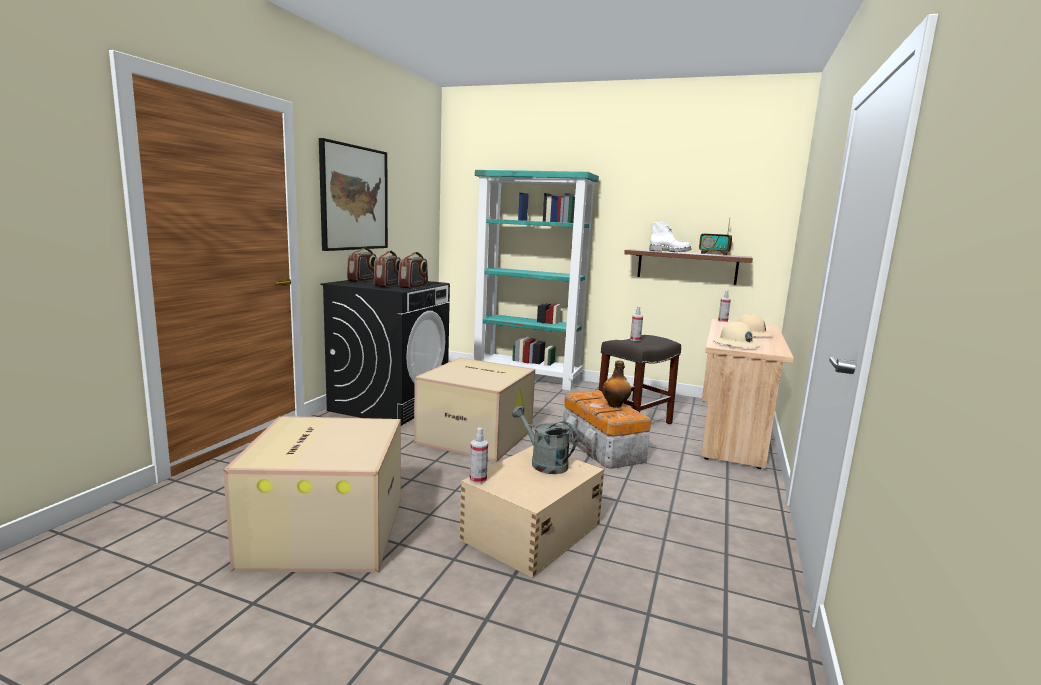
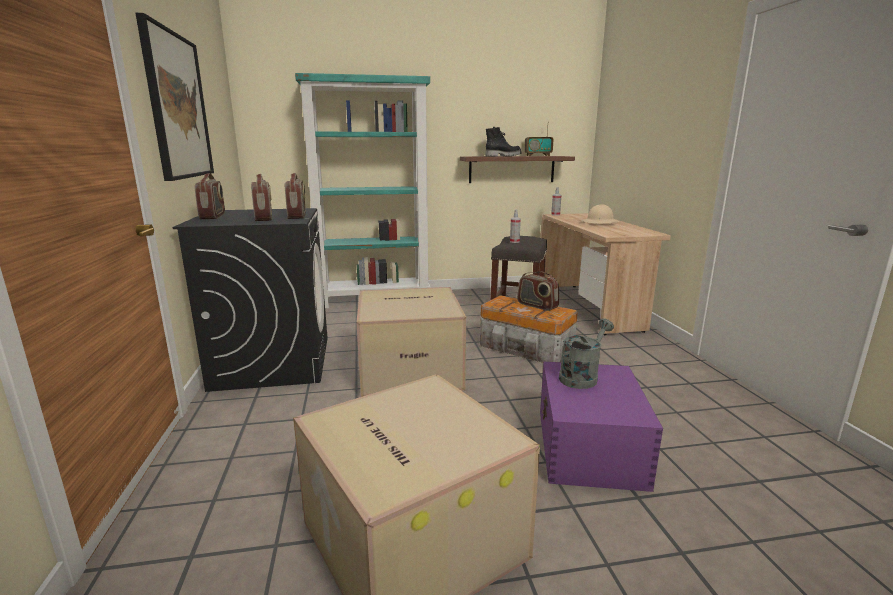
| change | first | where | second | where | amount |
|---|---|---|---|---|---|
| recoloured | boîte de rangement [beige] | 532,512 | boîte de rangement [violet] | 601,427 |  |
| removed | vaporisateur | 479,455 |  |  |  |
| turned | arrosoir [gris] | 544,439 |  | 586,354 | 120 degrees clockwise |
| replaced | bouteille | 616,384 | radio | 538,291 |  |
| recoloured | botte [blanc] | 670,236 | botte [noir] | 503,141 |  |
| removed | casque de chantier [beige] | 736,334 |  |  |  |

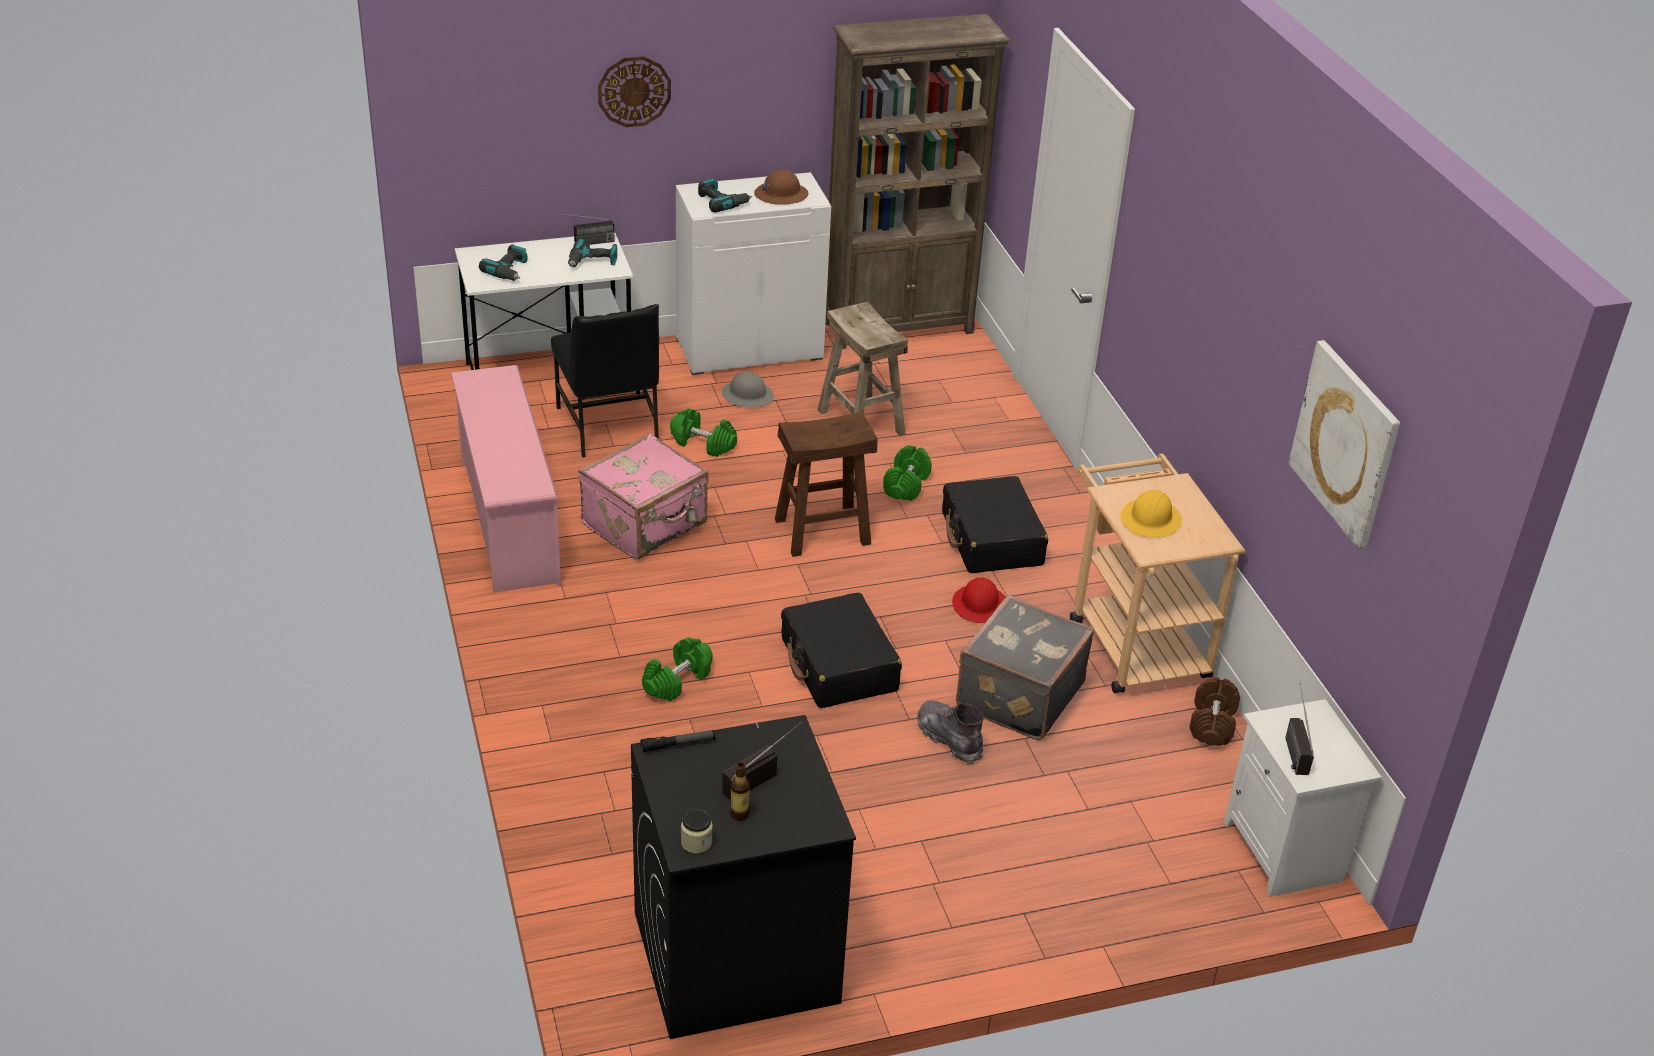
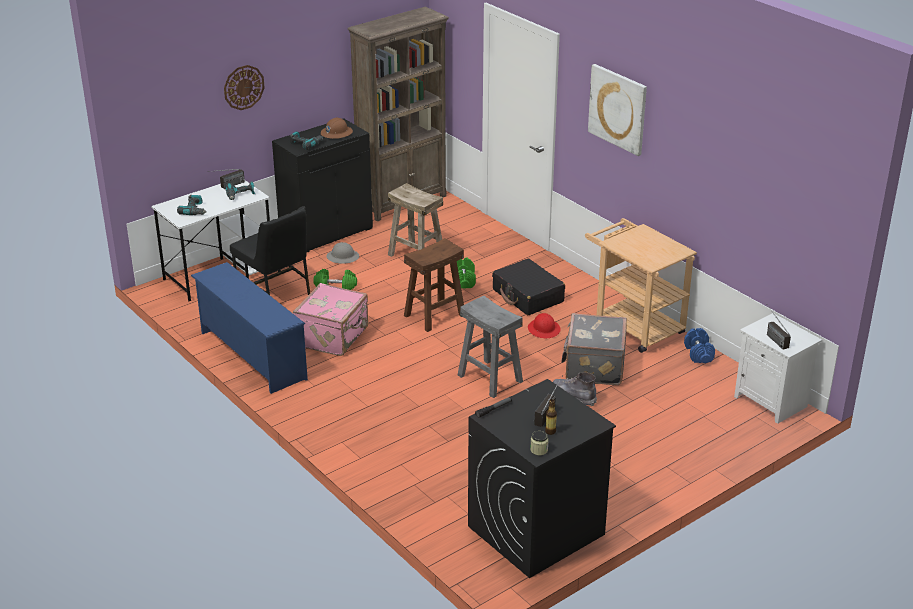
| change | first | where | second | where | amount |
|---|---|---|---|---|---|
| recoloured | étagère à chaussures [rose] | 506,479 | étagère à chaussures [bleu] | 249,328 |  |
| removed | haltère [vert] | 677,669 |  |  |  |
| recoloured | meuble de rangement [blanc] | 753,273 | meuble de rangement [noir] | 322,185 |  |
| replaced | valise [noir] | 841,650 | tabouret [gris] | 490,347 |  |
| removed | casque de chantier [jaune] | 1151,514 |  |  |  |
| recoloured | haltère [marron] | 1215,711 | haltère [bleu] | 699,345 |  |
| moved | tableau | 1344,445 |  | 617,110 |  |

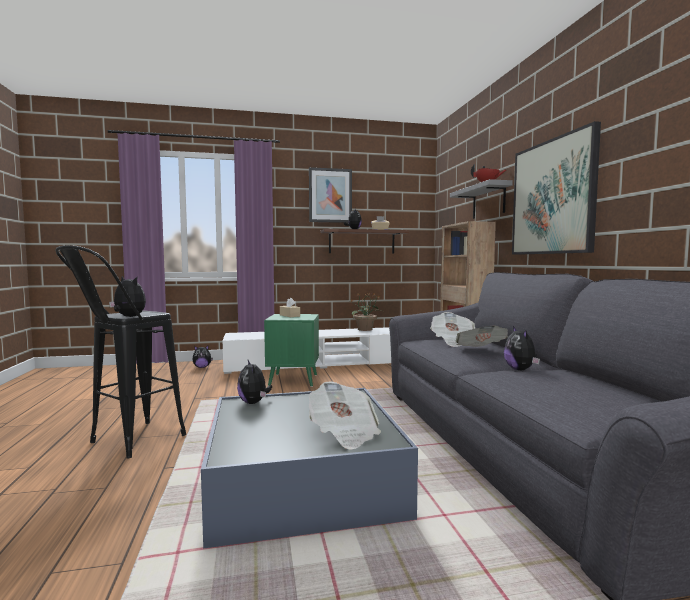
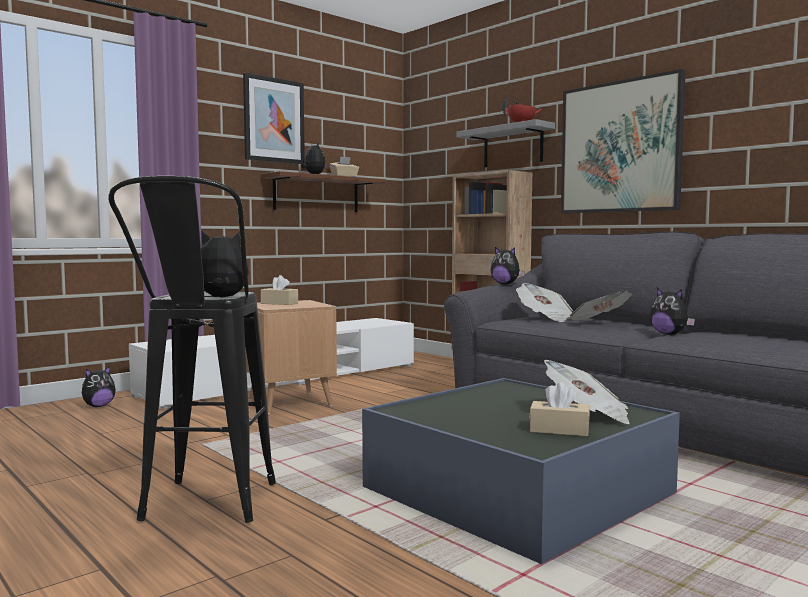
| change | first | where | second | where | amount |
|---|---|---|---|---|---|
| moved | peluche | 254,382 |  | 508,266 |  |
| recoloured | table d'appoint [vert] | 291,350 | table d'appoint [marron] | 291,357 |  |
| removed | plante en pot | 366,312 |  |  |  |
| added |  |  | boîte à mouchoirs [beige] | 559,409 |  |

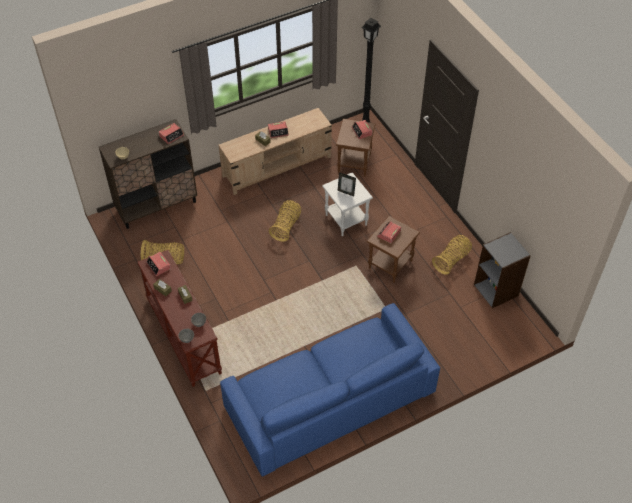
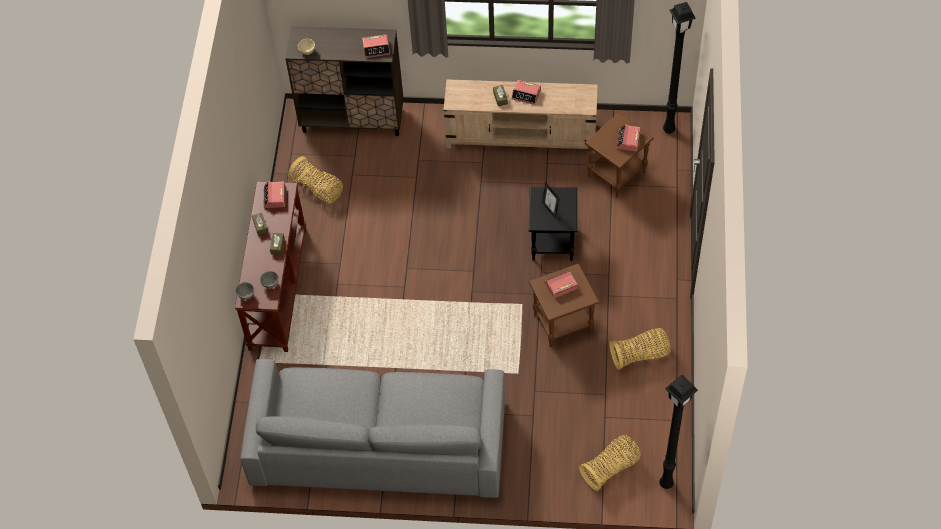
| change | first | where | second | where | amount |
|---|---|---|---|---|---|
| recoloured | canapé [bleu] | 330,390 | canapé [gris] | 372,428 |  |
| moved | panier | 285,221 |  | 610,463 |  |
| recoloured | table d'appoint [blanc] | 347,204 | table d'appoint [noir] | 553,224 |  |
| removed | bibliothèque [gris] | 502,270 |  |  |  |
| added |  |  | lampadaire [noir] | 678,432 |  |

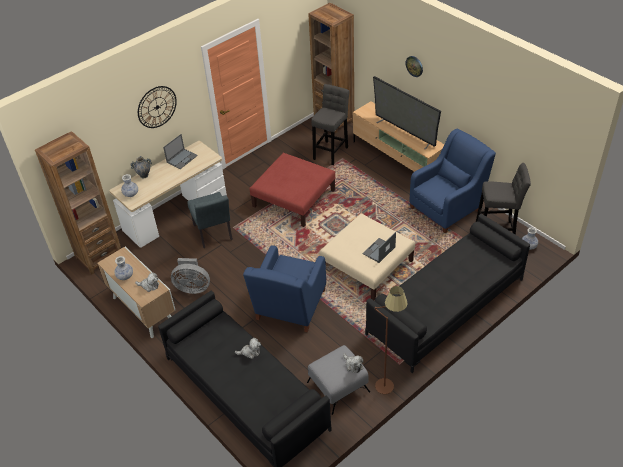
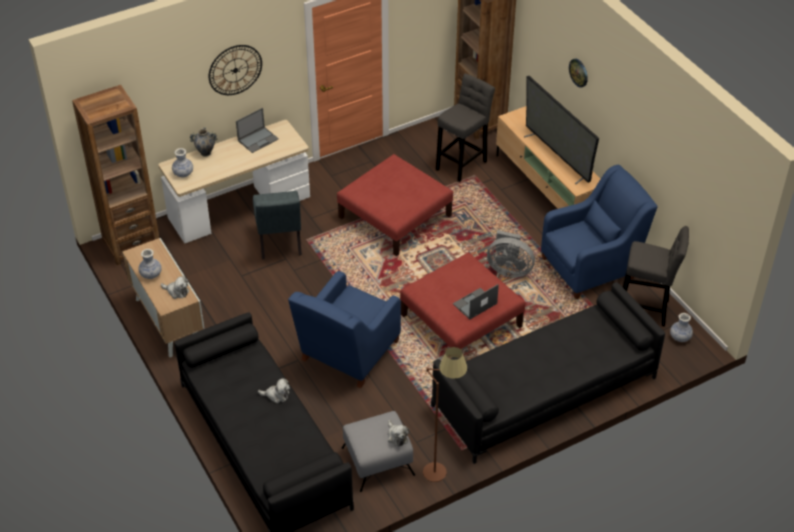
| change | first | where | second | where | amount |
|---|---|---|---|---|---|
| moved | ventilateur [gris] | 190,276 |  | 511,254 |  |
| recoloured | pouf [beige] | 367,256 | pouf [rouge] | 463,305 |  |

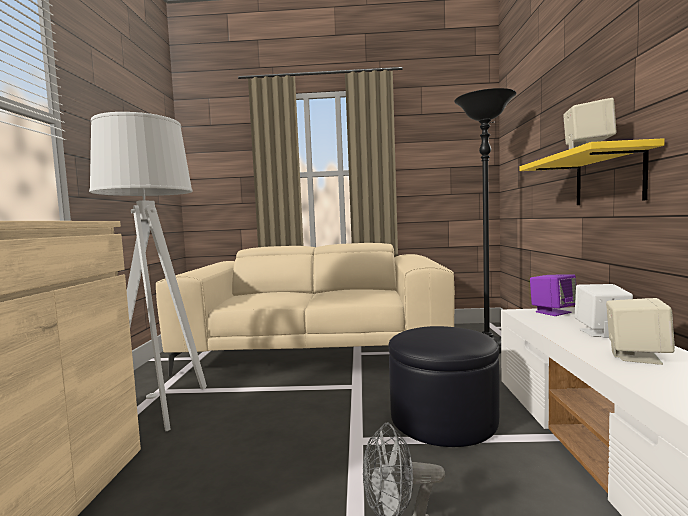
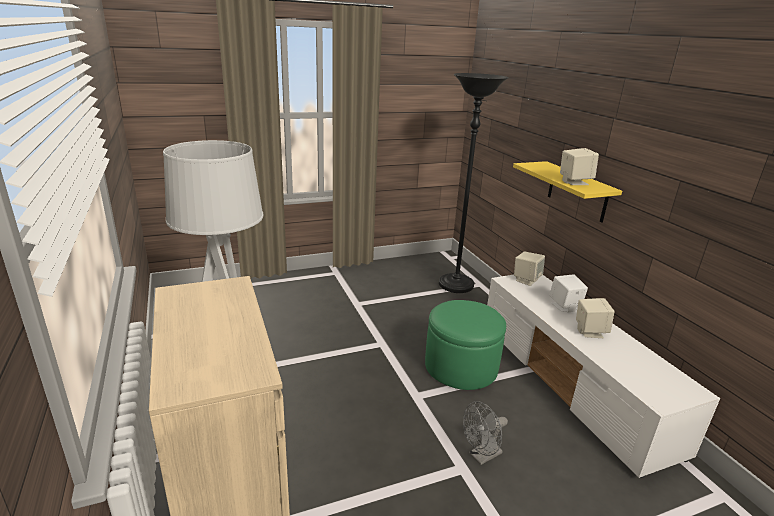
| change | first | where | second | where | amount |
|---|---|---|---|---|---|
| removed | canapé [beige] | 305,309 |  |  |  |
| recoloured | pouf [noir] | 444,386 | pouf [vert] | 465,345 |  |
| recoloured | enceinte [violet] | 553,295 | enceinte [beige] | 529,269 |  |

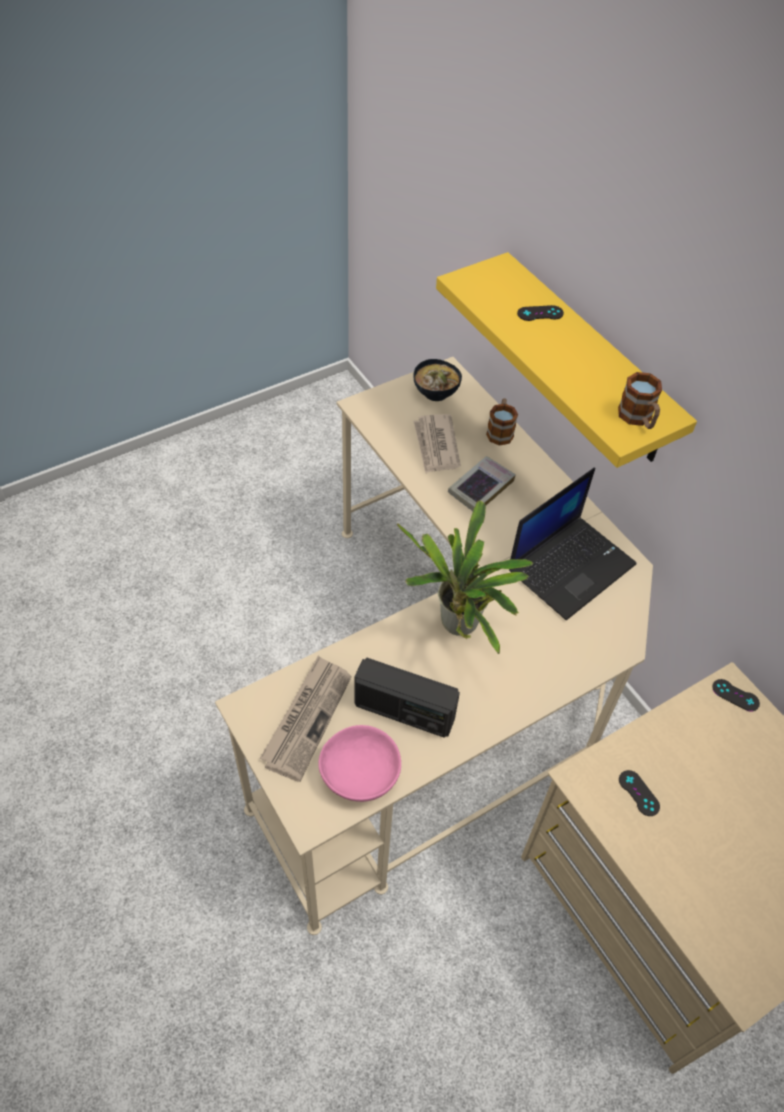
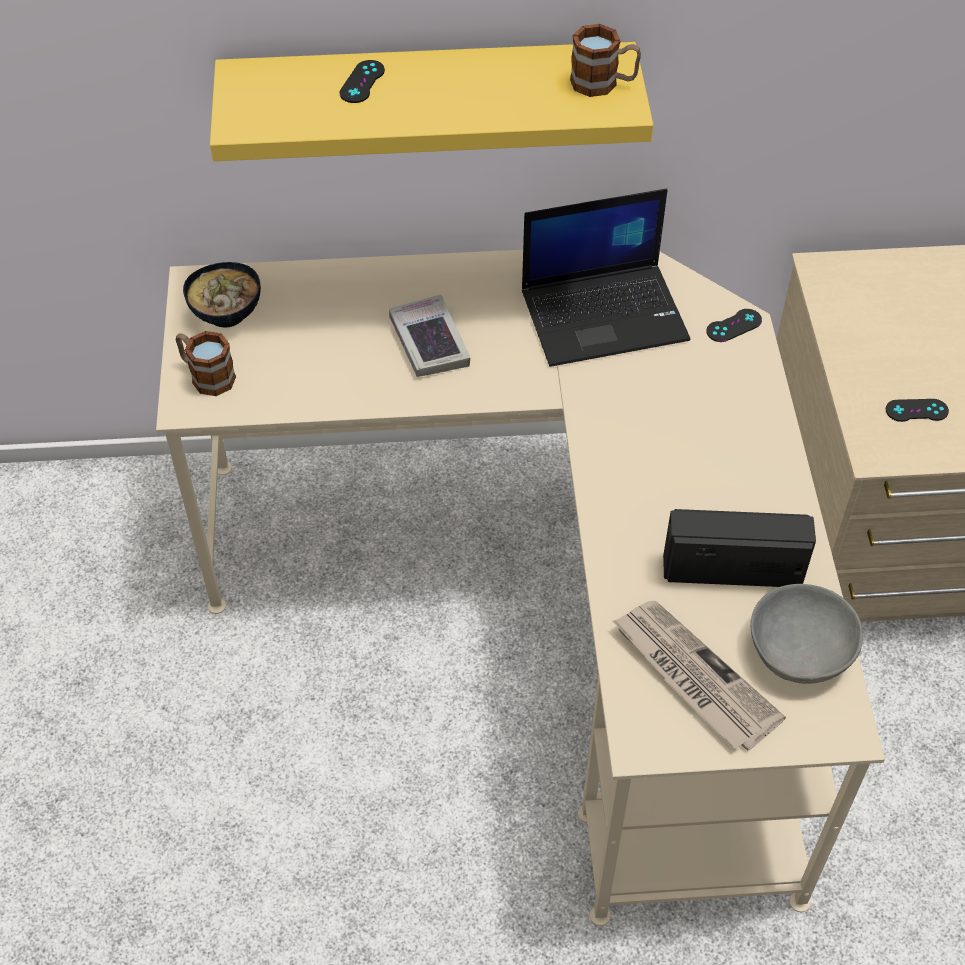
| change | first | where | second | where | amount |
|---|---|---|---|---|---|
| recoloured | bol [rose] | 359,763 | bol [gris] | 807,634 |  |
| turned | radio | 407,697 |  | 739,548 | 135 degrees counterclockwise |
| removed | plante en pot | 465,577 |  |  |  |
| removed | journal | 437,444 |  |  |  |
| moved | mug | 502,422 |  | 206,363 |  |
| turned | ordinateur portable | 573,544 |  | 606,278 | 90 degrees clockwise |
| moved | manette [noir] | 736,695 |  | 734,325 |  |

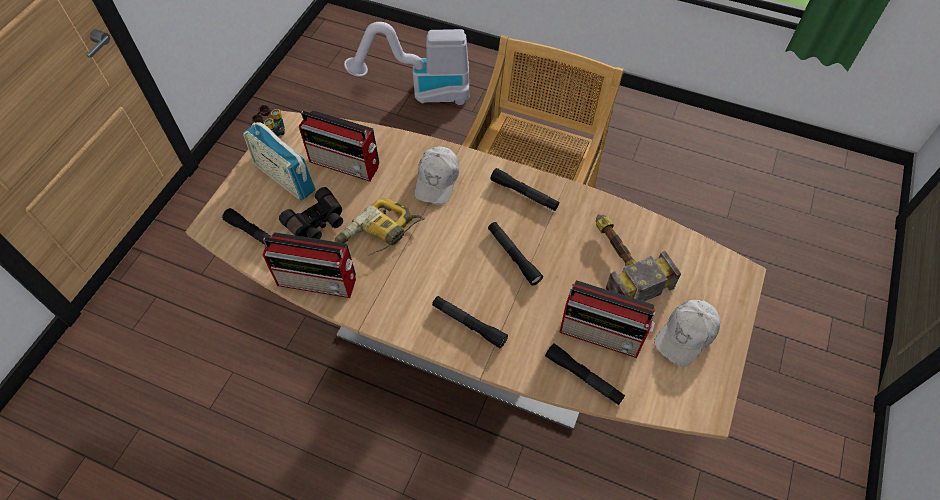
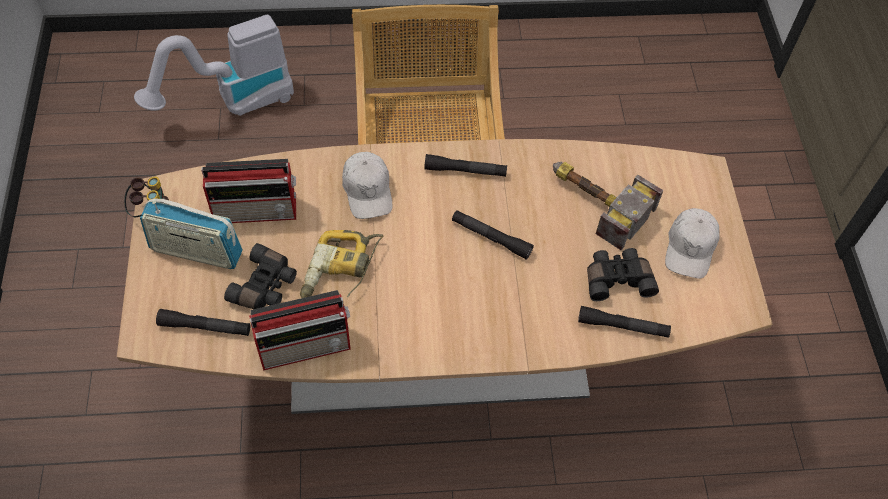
| change | first | where | second | where | amount |
|---|---|---|---|---|---|
| removed | lampe de poche [noir] | 470,322 |  |  |  |
| replaced | radio | 607,319 | jumelles [noir] | 623,274 |  |

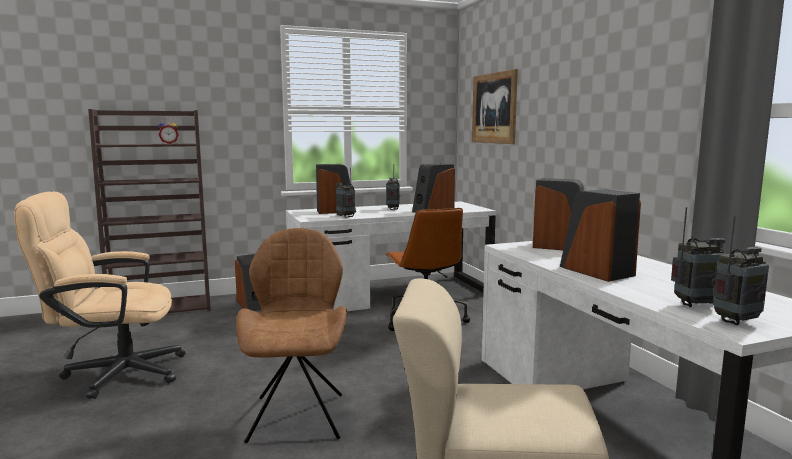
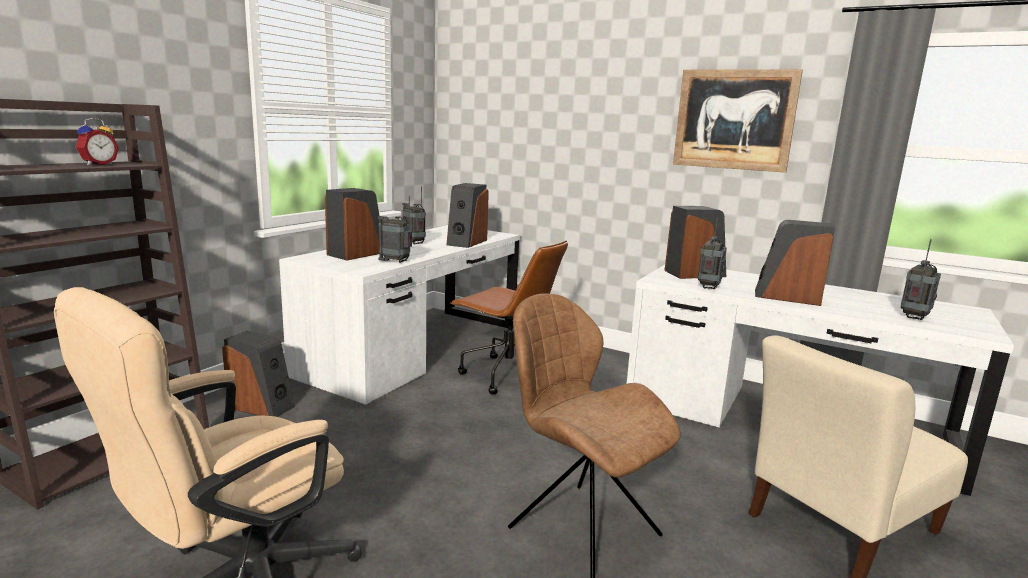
| change | first | where | second | where | amount |
|---|---|---|---|---|---|
| moved | tableau | 495,106 |  | 738,121 |  |
| moved | radio | 741,270 |  | 712,253 |  |

